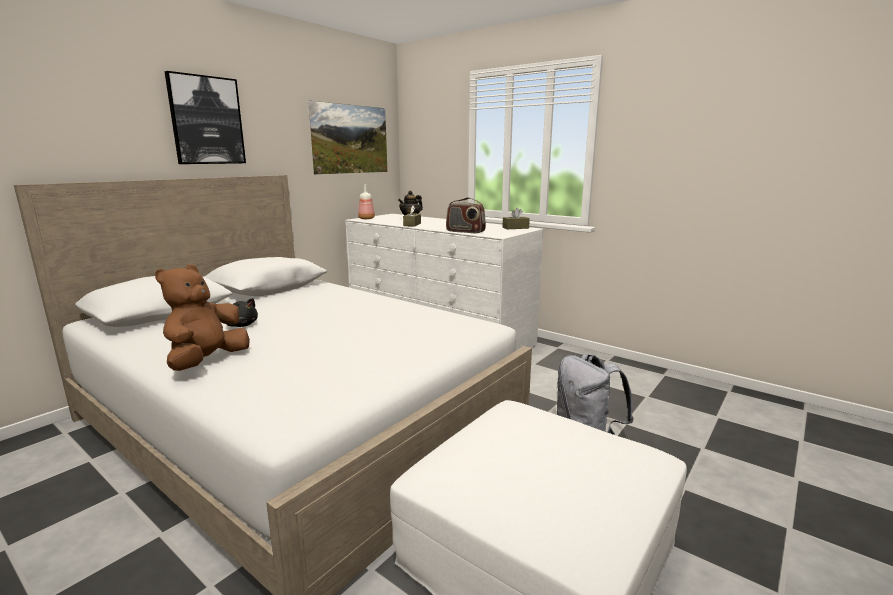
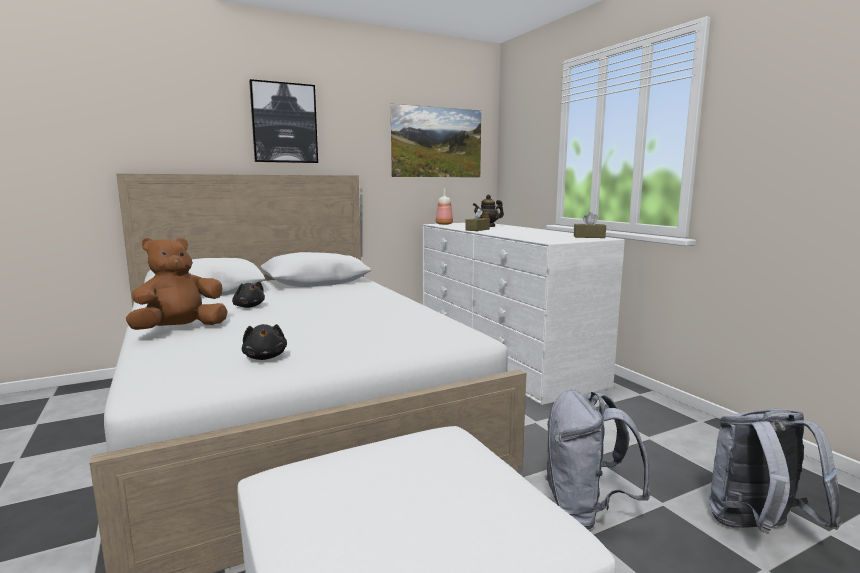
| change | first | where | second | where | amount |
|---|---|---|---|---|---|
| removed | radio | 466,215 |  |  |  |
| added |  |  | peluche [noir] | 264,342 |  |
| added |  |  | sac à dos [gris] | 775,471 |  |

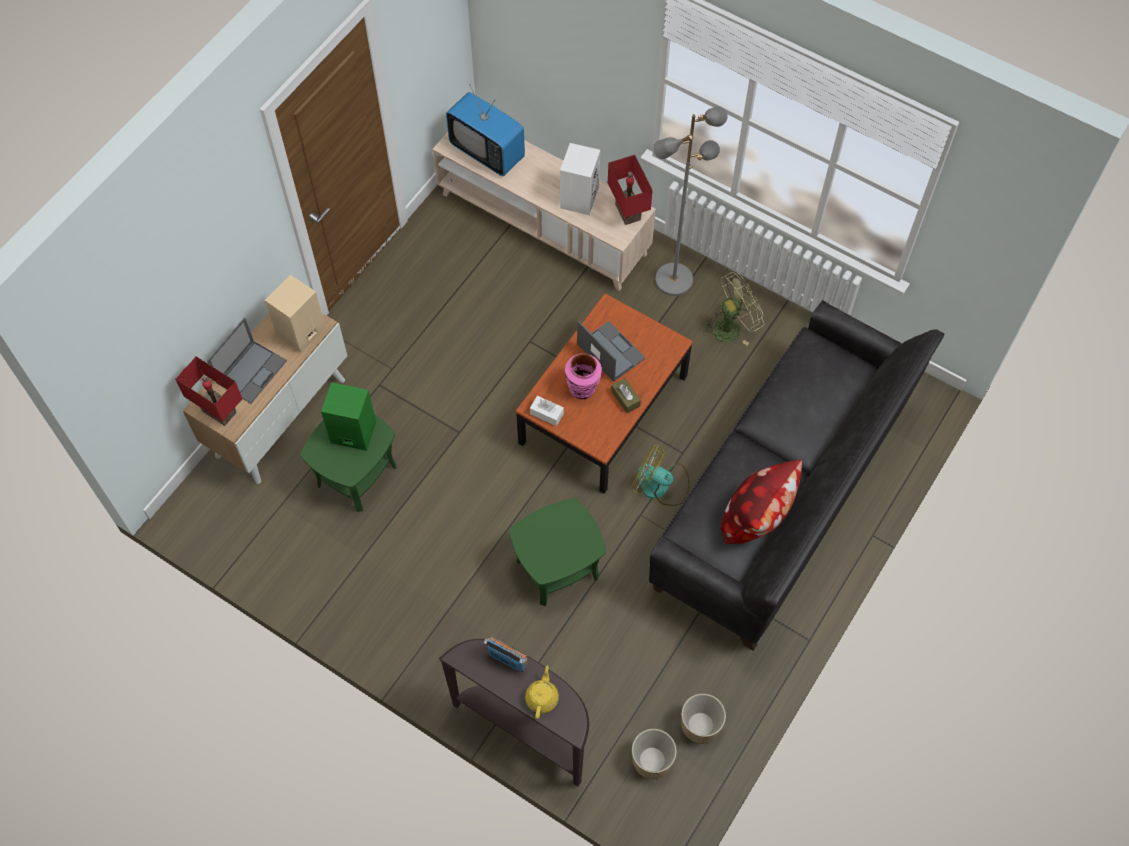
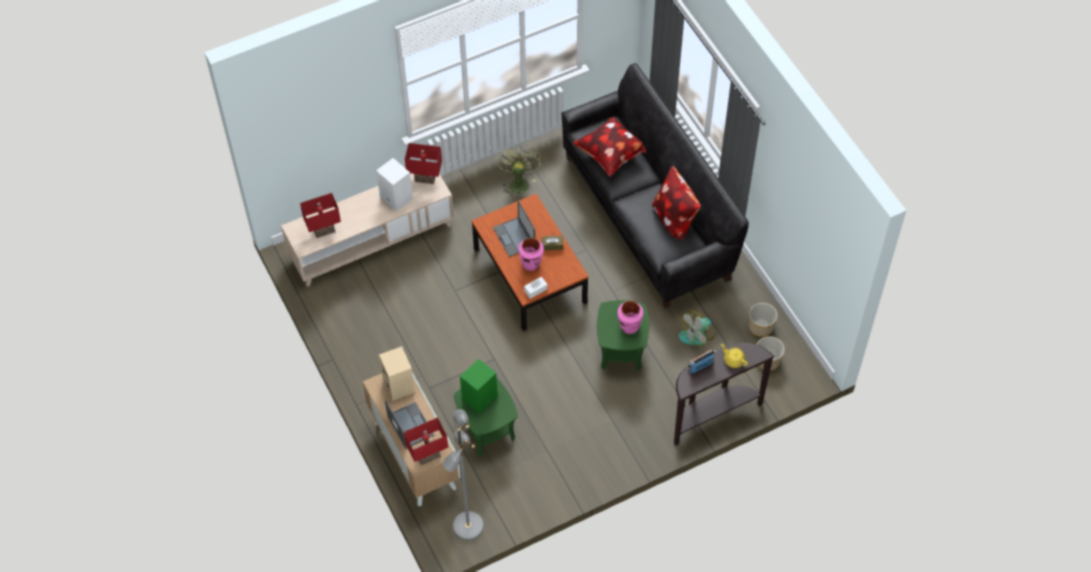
| change | first | where | second | where | amount |
|---|---|---|---|---|---|
| replaced | téléviseur | 485,131 | lampe de table [rouge] | 320,215 |  |
| turned | ordinateur portable | 611,351 |  | 514,228 | 105 degrees counterclockwise |
| moved | ventilateur | 660,475 |  | 697,328 |  |
| moved | lampadaire [gris] | 690,201 |  | 463,474 |  |
| added |  |  | coussin | 609,147 |  |
| added |  |  | vase [rose] | 630,317 |  |

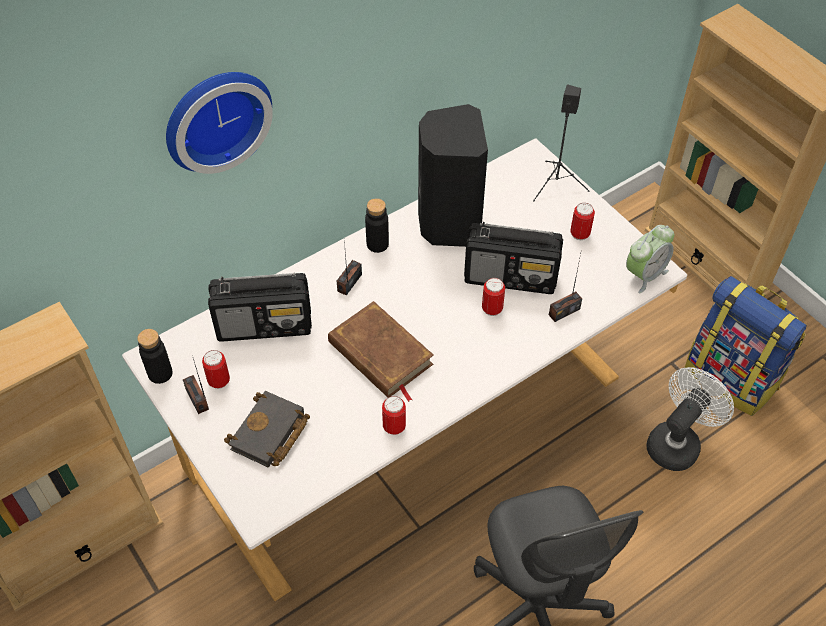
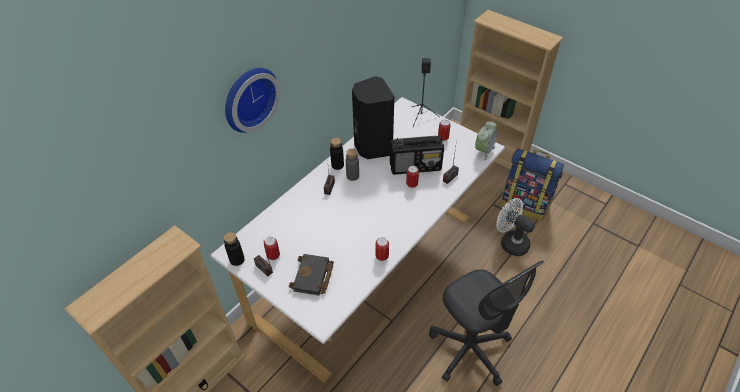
| change | first | where | second | where | amount |
|---|---|---|---|---|---|
| removed | radio | 260,307 |  |  |  |
| removed | livre [marron] | 381,351 |  |  |  |
| turned | ventilateur [blanc] | 690,419 |  | 515,227 | 75 degrees counterclockwise |
| added |  |  | bouteille [gris] | 352,165 |  |

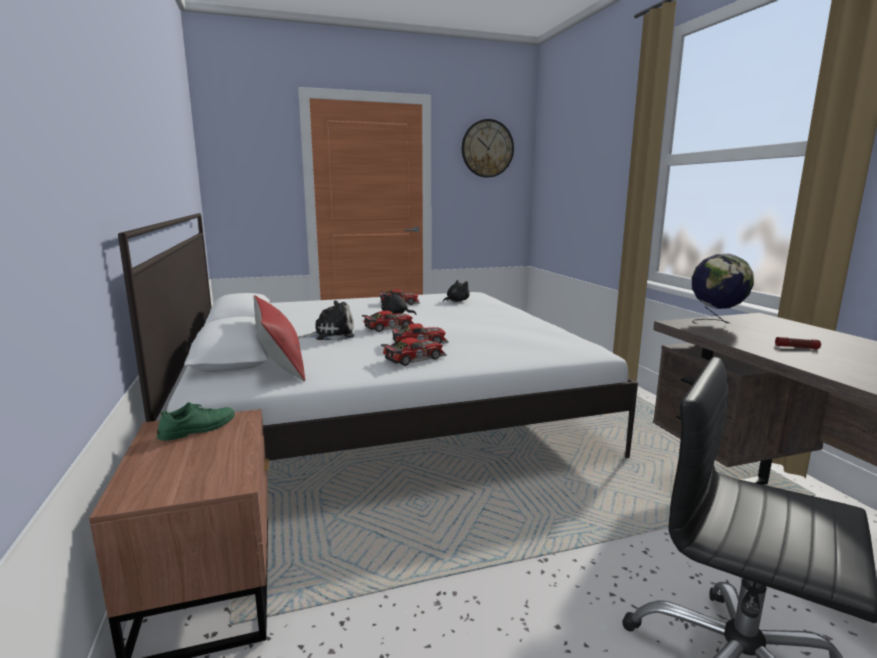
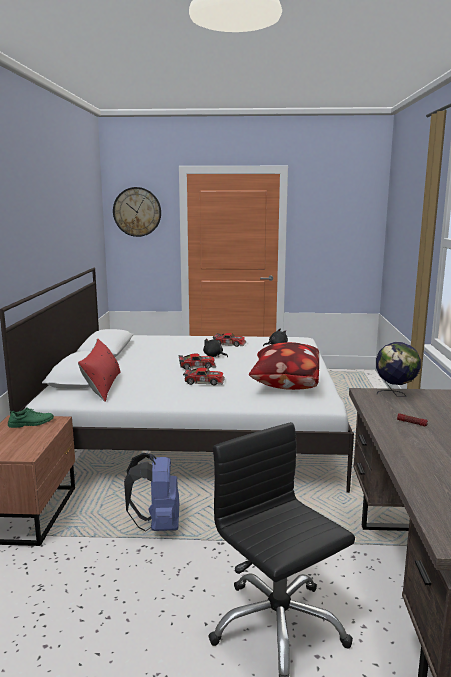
| change | first | where | second | where | amount |
|---|---|---|---|---|---|
| removed | peluche | 326,320 |  |  |  |
| removed | petite voiture | 414,352 |  |  |  |
| moved | horloge murale | 488,148 |  | 137,212 |  |
| added |  |  | sac à dos [bleu] | 151,492 |  |
| added |  |  | coussin | 284,366 |  |

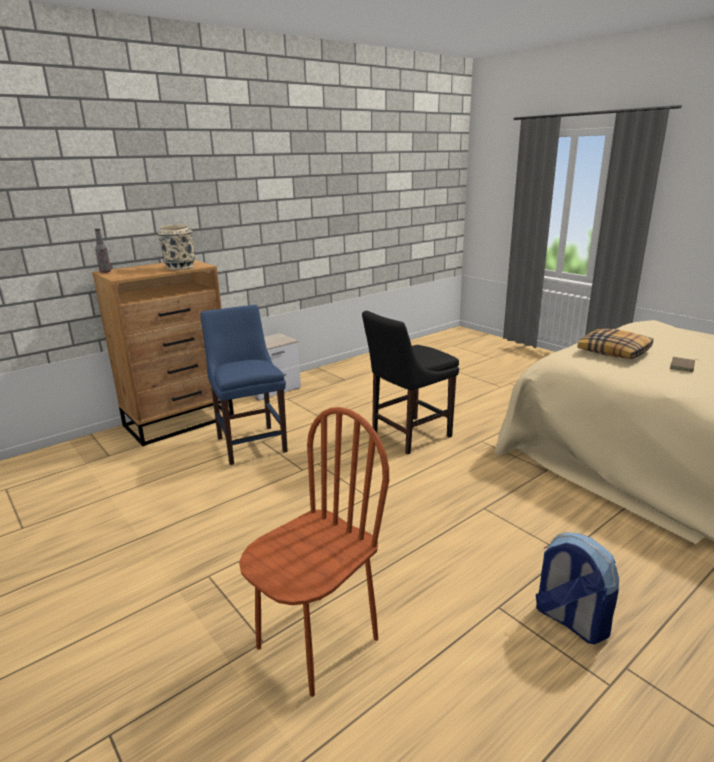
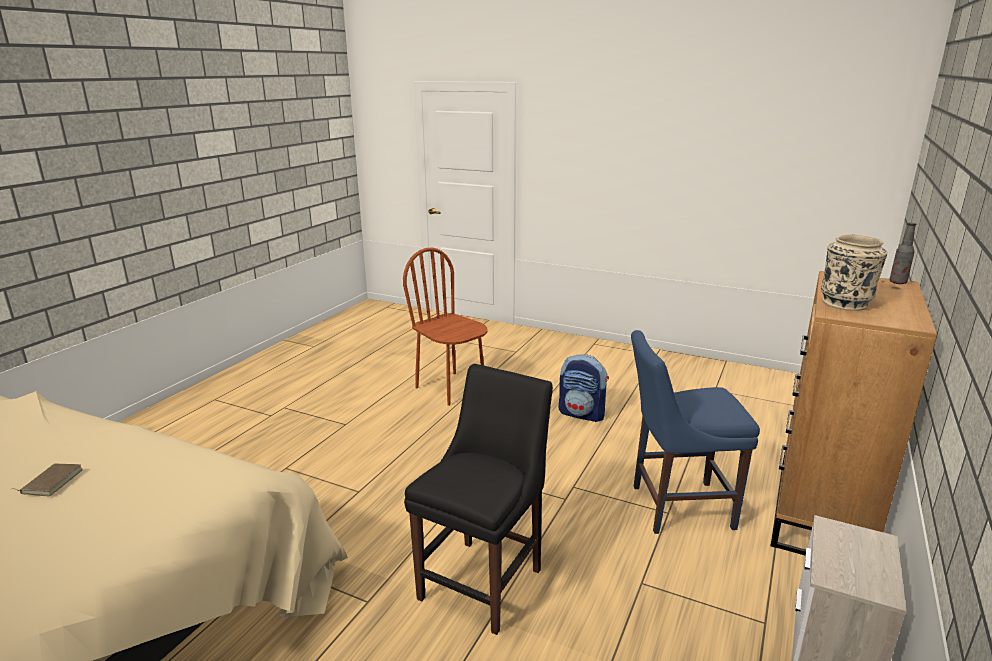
| change | first | where | second | where | amount |
|---|---|---|---|---|---|
| turned | chaise [bleu] | 244,385 |  | 695,432 | 135 degrees clockwise |
| turned | chaise [marron] | 314,552 |  | 445,326 | 120 degrees clockwise |
| moved | sac à dos | 577,588 |  | 583,388 |  |
| removed | coussin | 615,344 |  |  |  |

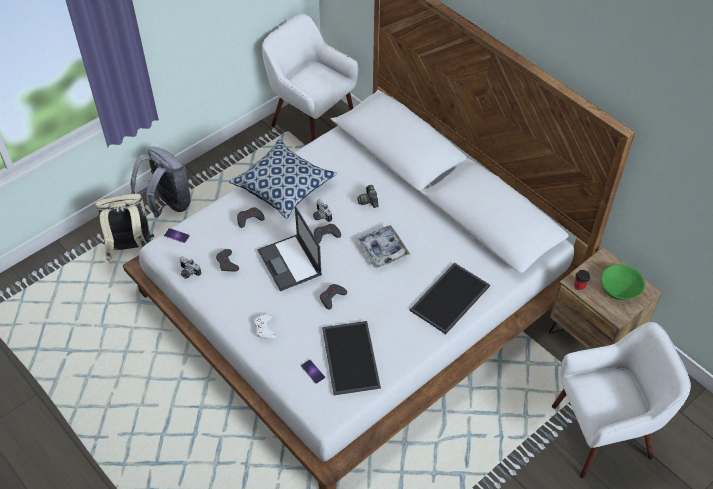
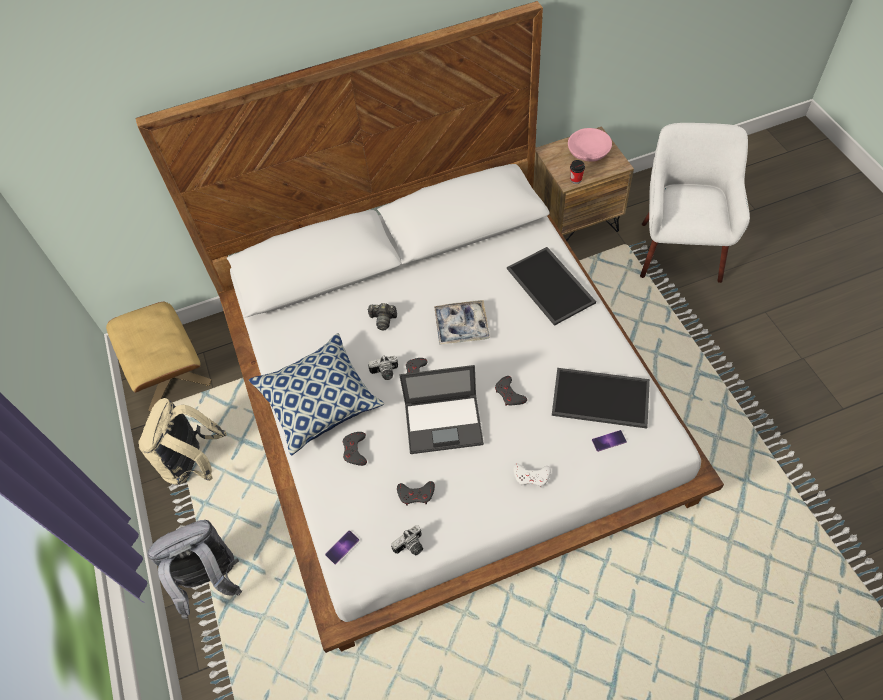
| change | first | where | second | where | amount |
|---|---|---|---|---|---|
| moved | sac à dos [beige] | 124,227 |  | 183,441 |  |
| replaced | fauteuil [blanc] | 310,78 | pouf [beige] | 159,357 |  |
| recoloured | bol [vert] | 623,282 | bol [rose] | 590,145 |  |

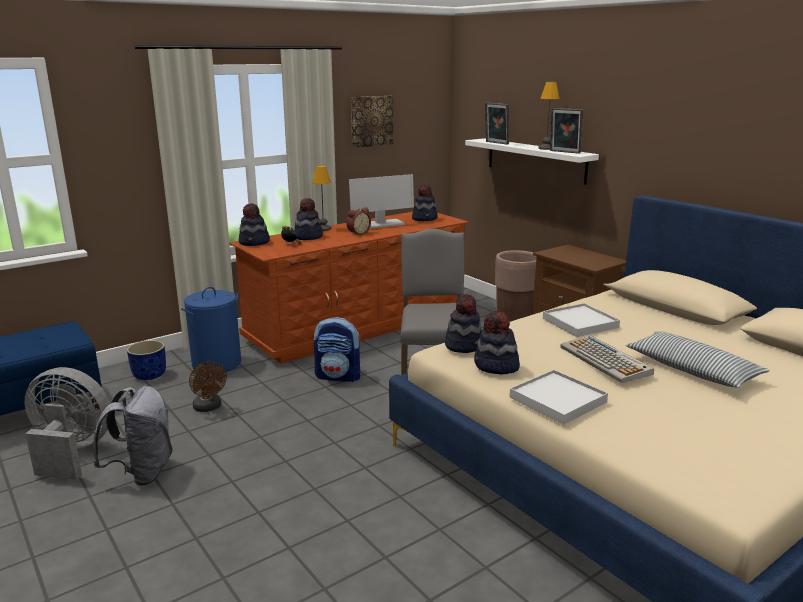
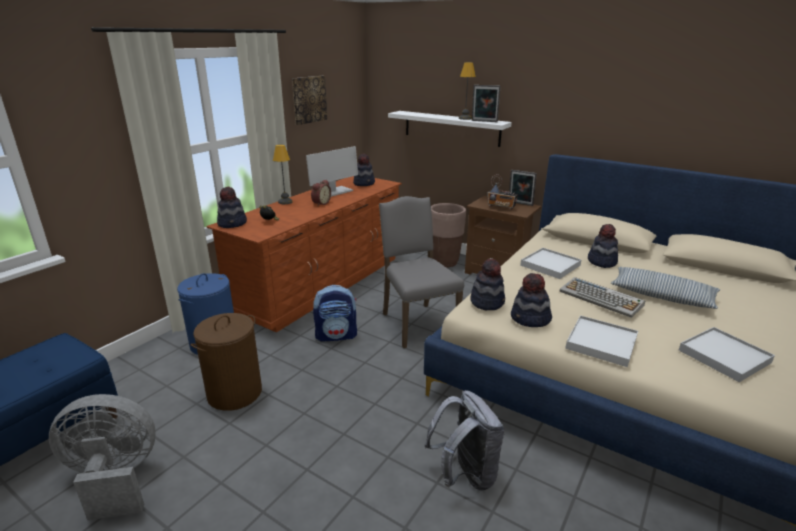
| change | first | where | second | where | amount |
|---|---|---|---|---|---|
| moved | sac à dos [gris] | 133,436 |  | 465,440 |  |
| removed | cache-pot [bleu] | 146,360 |  |  |  |
| replaced | ventilateur [marron] | 208,386 | panier à linge [marron] | 226,362 |  |
| moved | chapeau | 308,219 |  | 603,246 |  |
| moved | cadre photo | 497,123 |  | 523,188 |  |
| added |  |  | radio | 502,192 |  |
| added |  |  | plateau [blanc] | 727,354 |  |

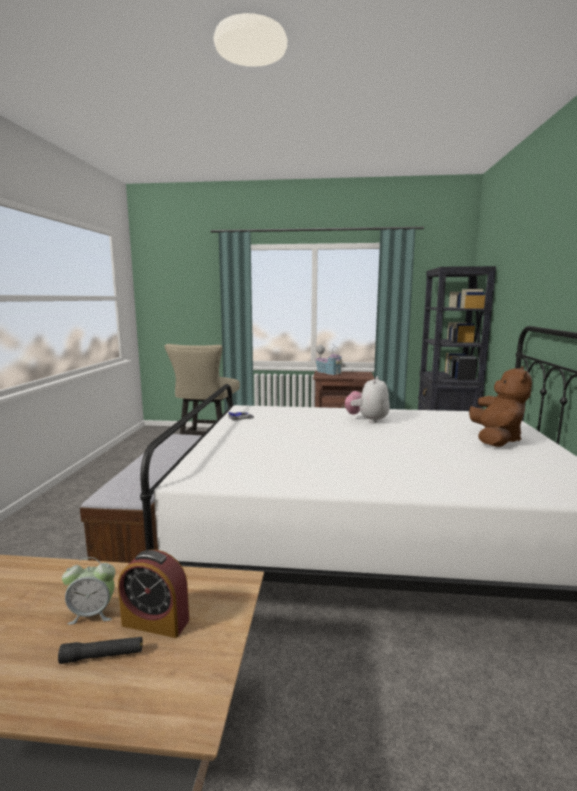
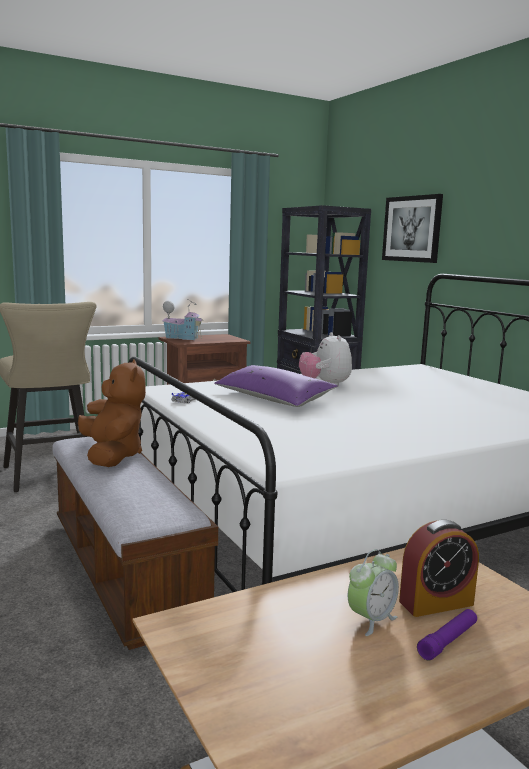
| change | first | where | second | where | amount |
|---|---|---|---|---|---|
| recoloured | lampe de poche [noir] | 100,650 | lampe de poche [violet] | 447,635 |  |
| moved | peluche [marron] | 500,406 |  | 112,413 |  |
| added |  |  | coussin [violet] | 276,386 |  |
| added |  |  | tableau | 412,228 |  |

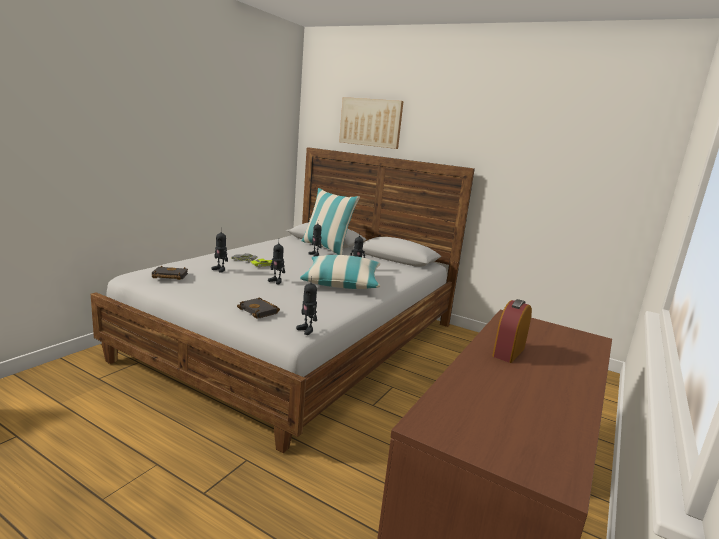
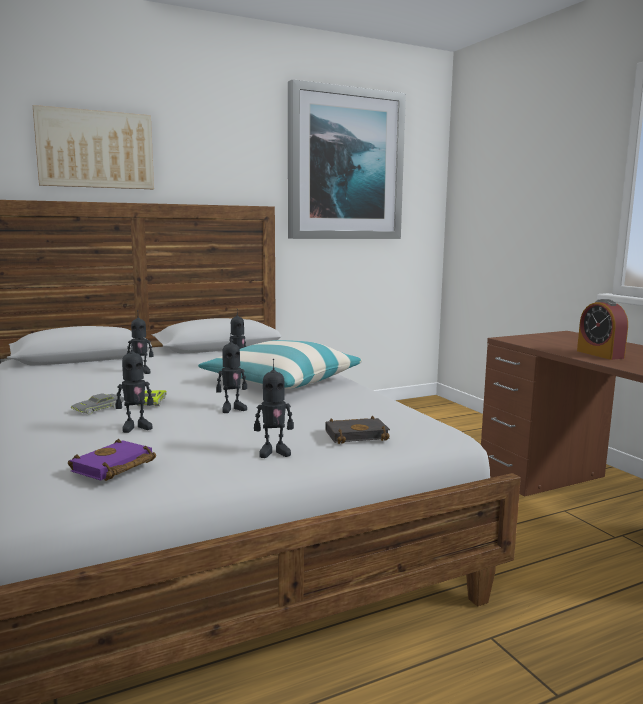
| change | first | where | second | where | amount |
|---|---|---|---|---|---|
| recoloured | livre [noir] | 170,272 | livre [violet] | 112,460 |  |
| moved | robot jouet | 306,305 |  | 274,408 |  |
| removed | coussin | 331,221 |  |  |  |
| added |  |  | tableau | 347,159 |  |

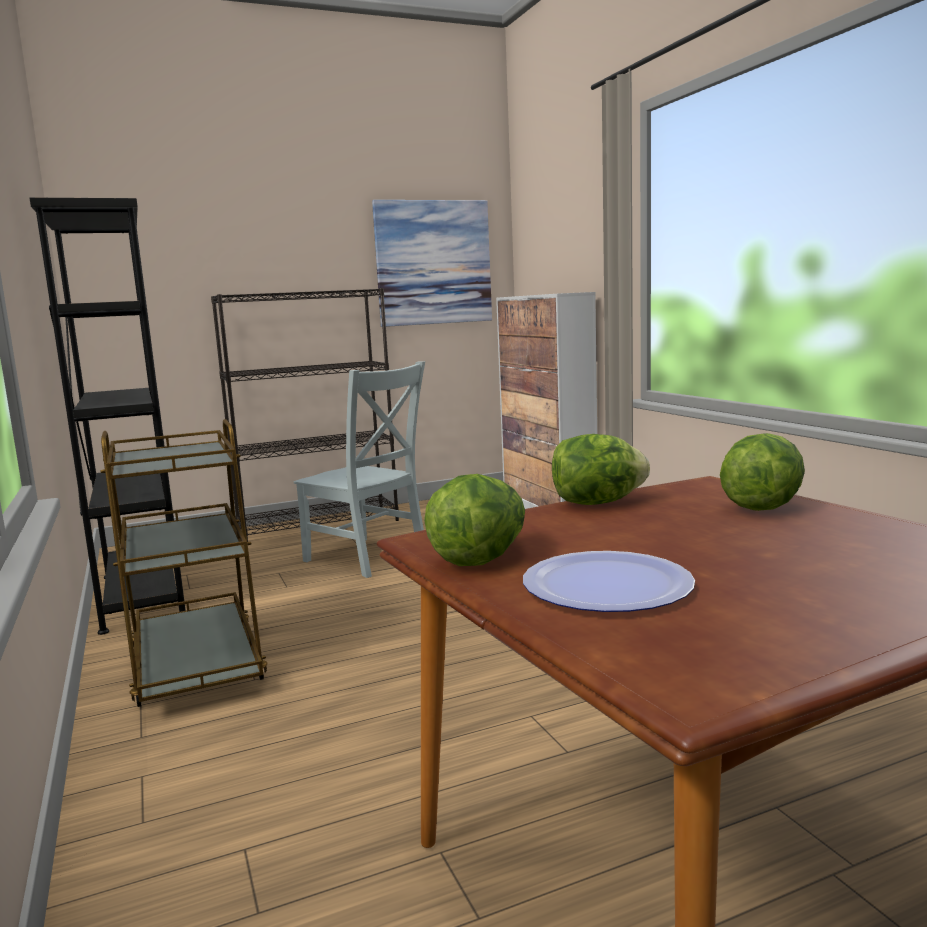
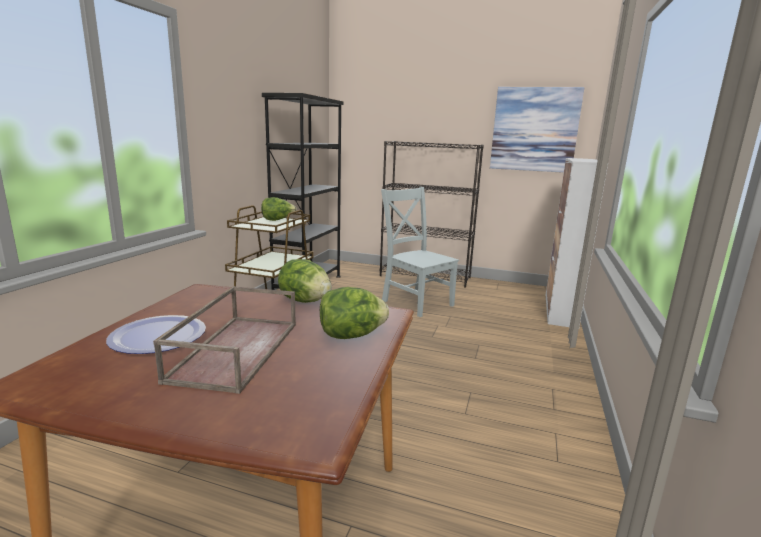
| change | first | where | second | where | amount |
|---|---|---|---|---|---|
| turned | chaise [gris] | 359,469 |  | 420,252 | 150 degrees clockwise |
| moved | laitue | 474,520 |  | 279,209 |  |
| added |  |  | plateau [marron] | 224,340 |  |

